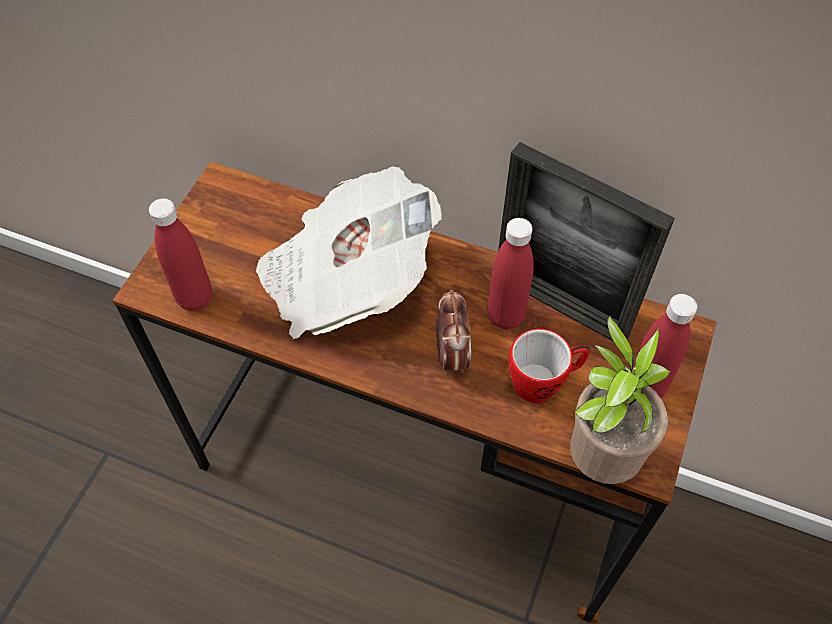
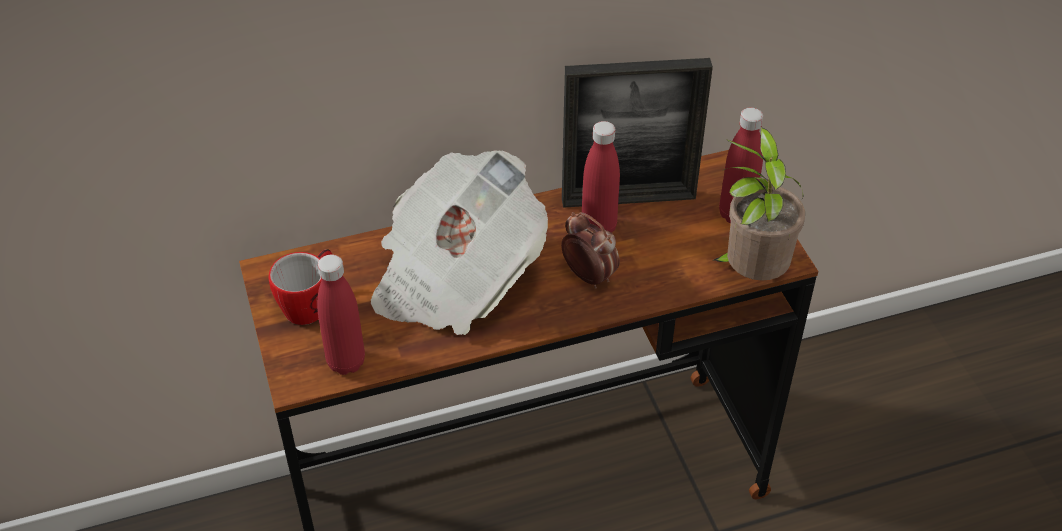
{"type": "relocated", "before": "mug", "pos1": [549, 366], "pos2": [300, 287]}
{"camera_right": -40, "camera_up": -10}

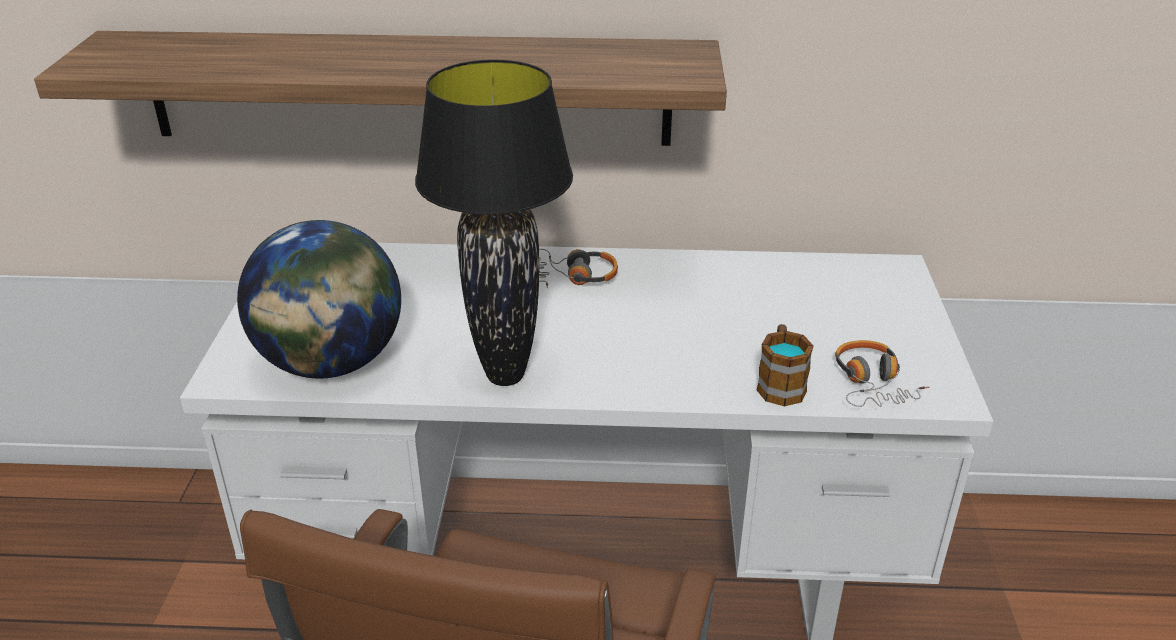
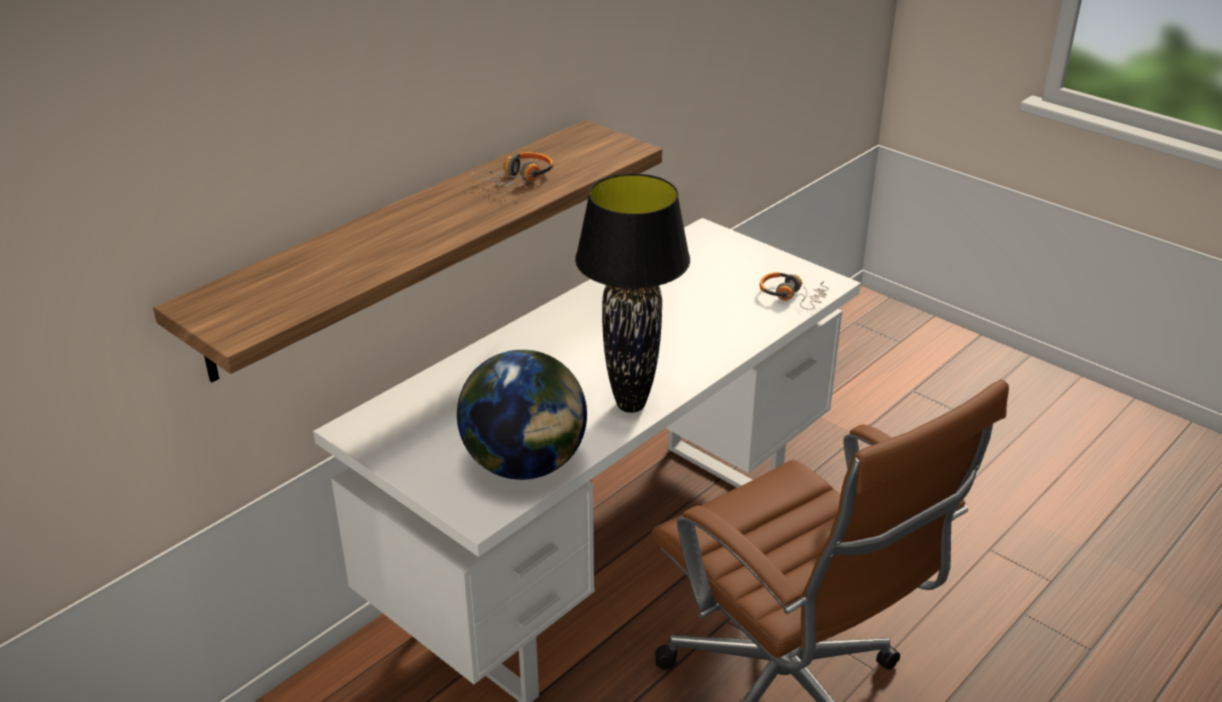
{"type": "relocated", "before": "headphones", "pos1": [578, 268], "pos2": [512, 170]}
{"type": "missing", "before": "mug", "pos1": [785, 365]}
{"camera_right": -50, "camera_up": 0}

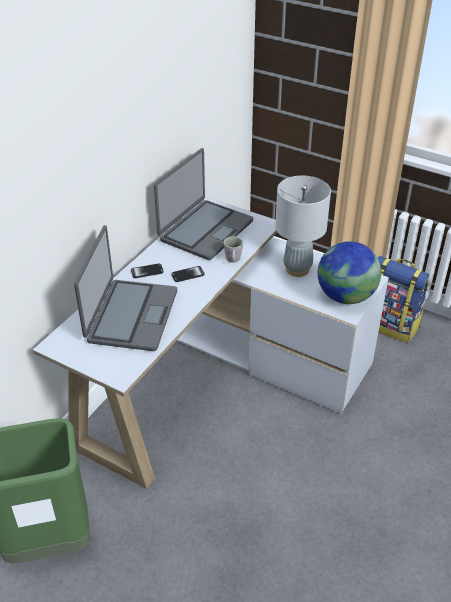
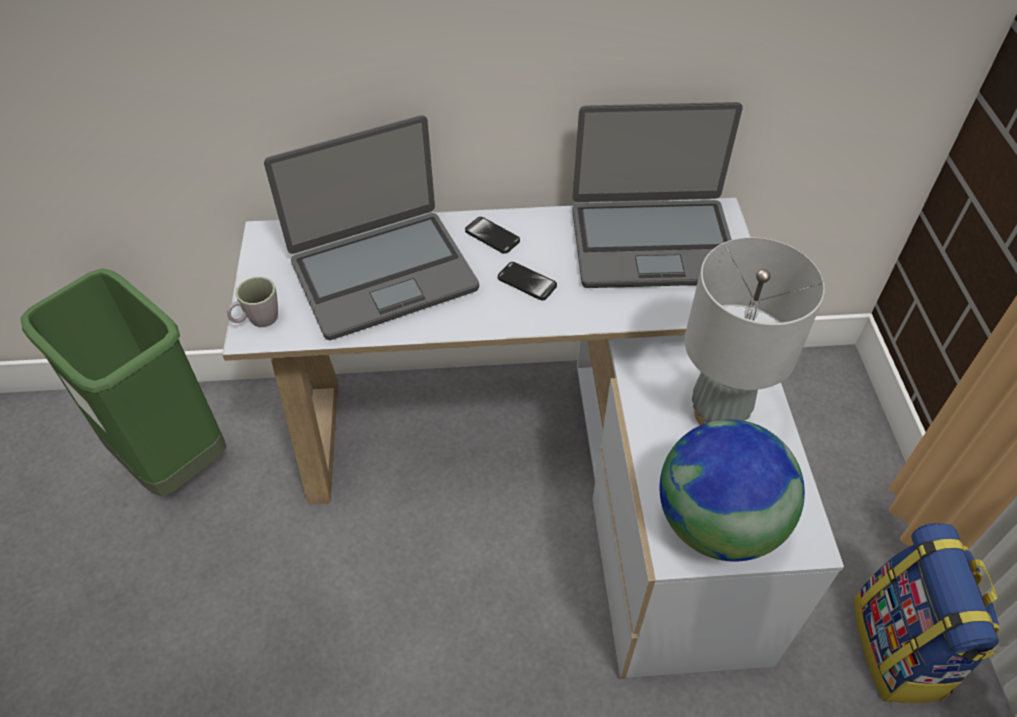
{"type": "relocated", "before": "grey mug", "pos1": [233, 249], "pos2": [252, 302]}
{"camera_right": 55, "camera_up": 10}

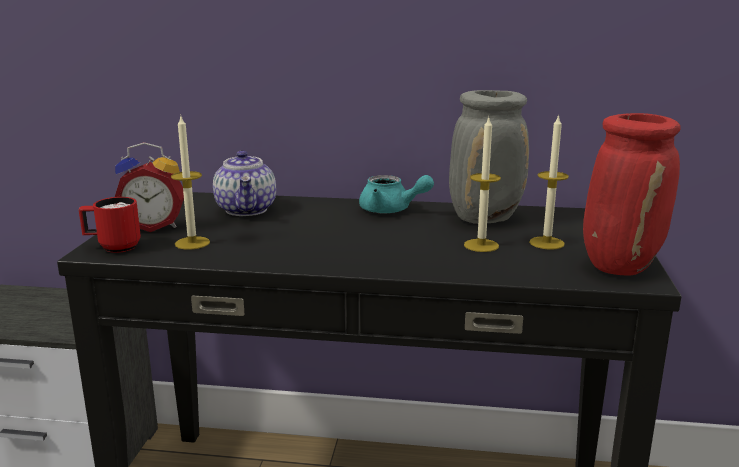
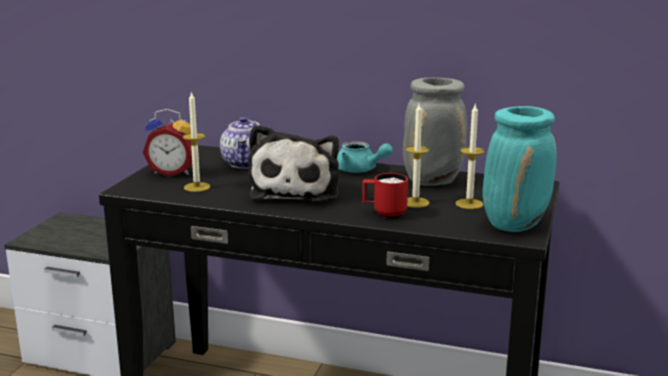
{"type": "appeared", "after": "plush toy", "pos2": [293, 163]}
{"type": "relocated", "before": "red mug", "pos1": [110, 225], "pos2": [385, 196]}
{"type": "colour", "before": "red vase", "after": "turquoise vase", "pos1": [632, 194], "pos2": [520, 169]}
{"camera_right": 10, "camera_up": 0}

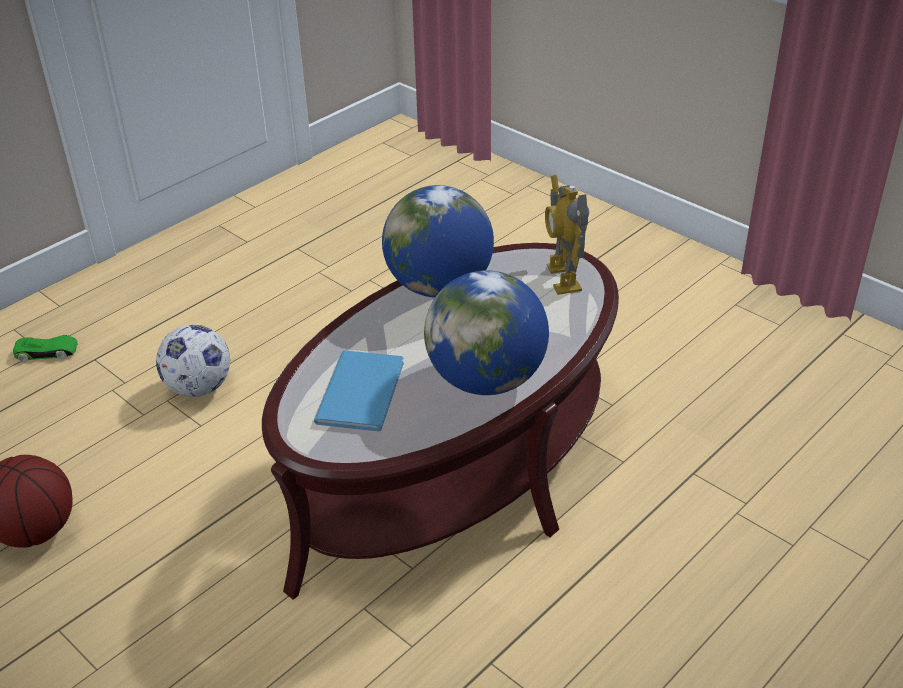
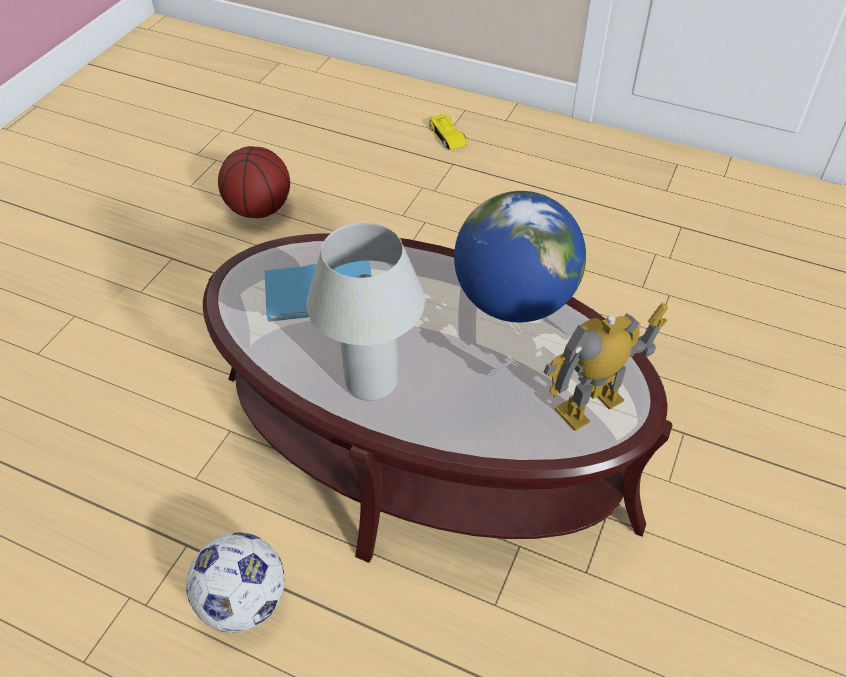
{"type": "relocated", "before": "football", "pos1": [193, 361], "pos2": [235, 582]}
{"type": "exchanged", "before": "globe", "after": "white table lamp", "pos1": [486, 332], "pos2": [366, 311]}
{"type": "colour", "before": "green toy car", "after": "yellow toy car", "pos1": [45, 348], "pos2": [448, 132]}
{"camera_right": 70, "camera_up": 10}

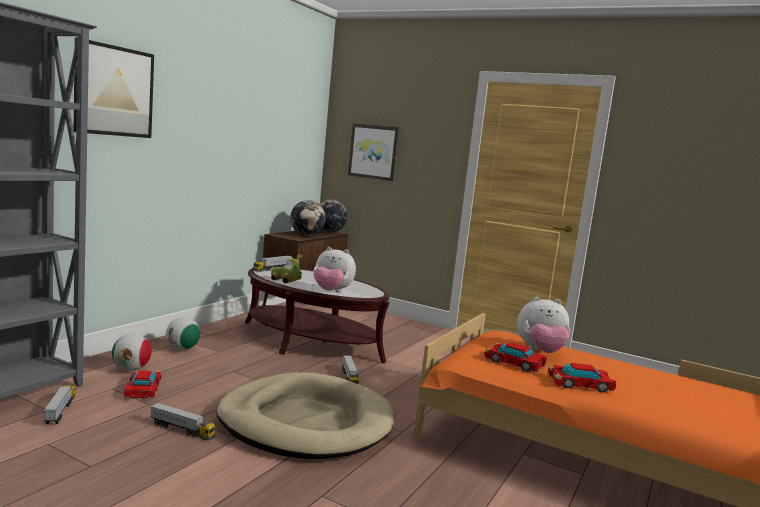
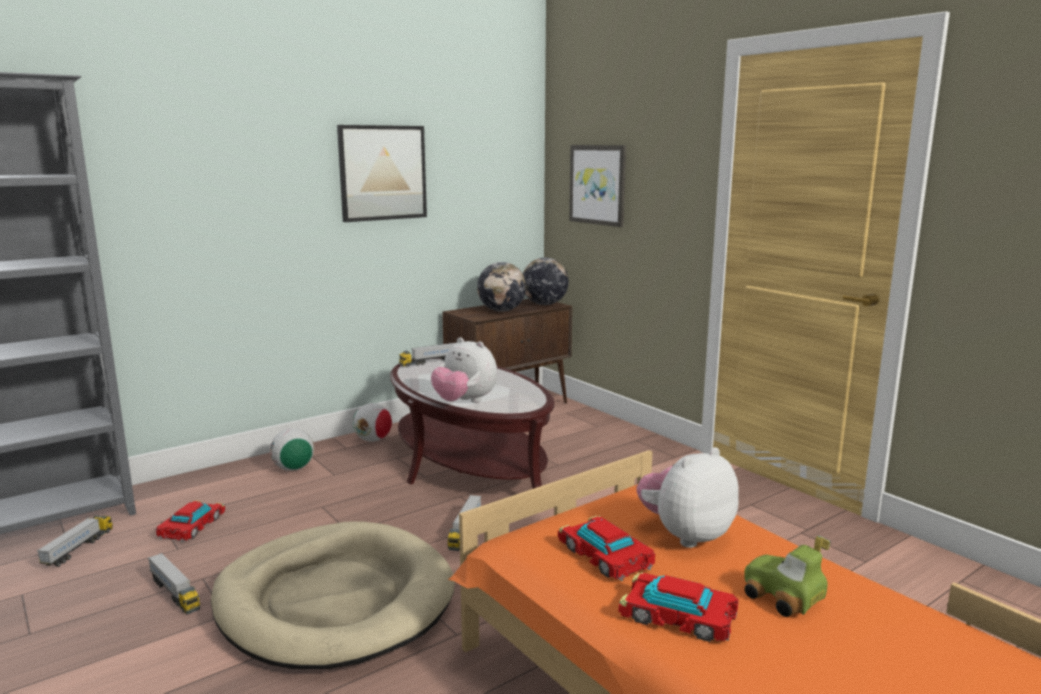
{"type": "relocated", "before": "picture", "pos1": [114, 87], "pos2": [382, 173]}
{"type": "relocated", "before": "football", "pos1": [132, 352], "pos2": [372, 422]}
{"type": "spun", "before": "plush toy", "pos1": [544, 325], "pos2": [687, 497], "turn": 120}
{"type": "relocated", "before": "toy car", "pos1": [286, 268], "pos2": [787, 576]}
{"camera_right": 25, "camera_up": 5}

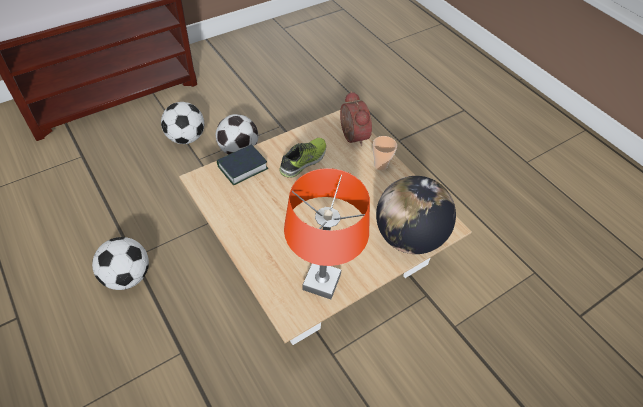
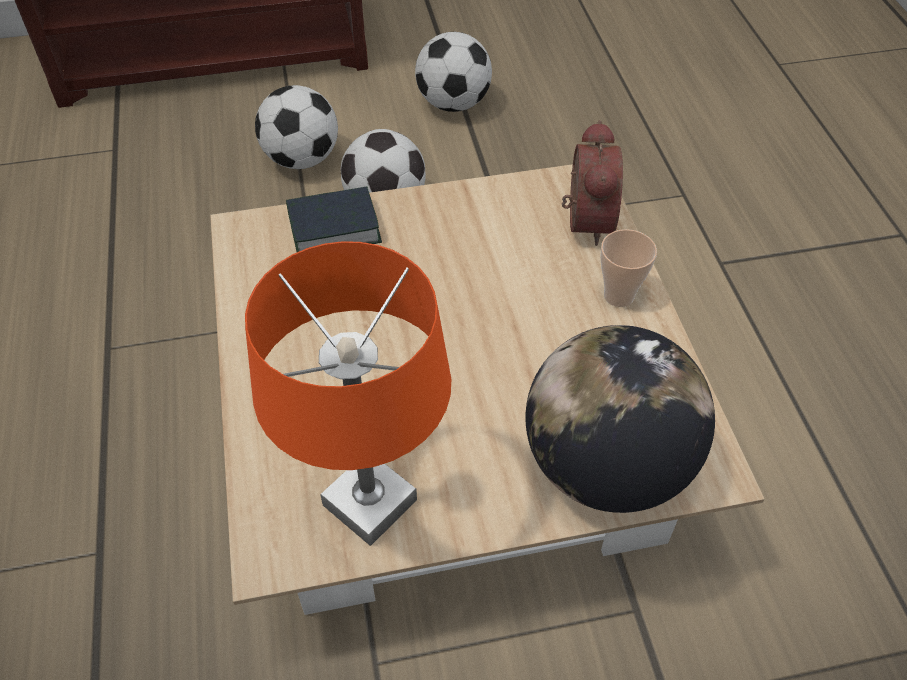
{"type": "relocated", "before": "football", "pos1": [120, 263], "pos2": [453, 72]}
{"type": "missing", "before": "shoe", "pos1": [302, 157]}
{"camera_right": 25, "camera_up": 0}

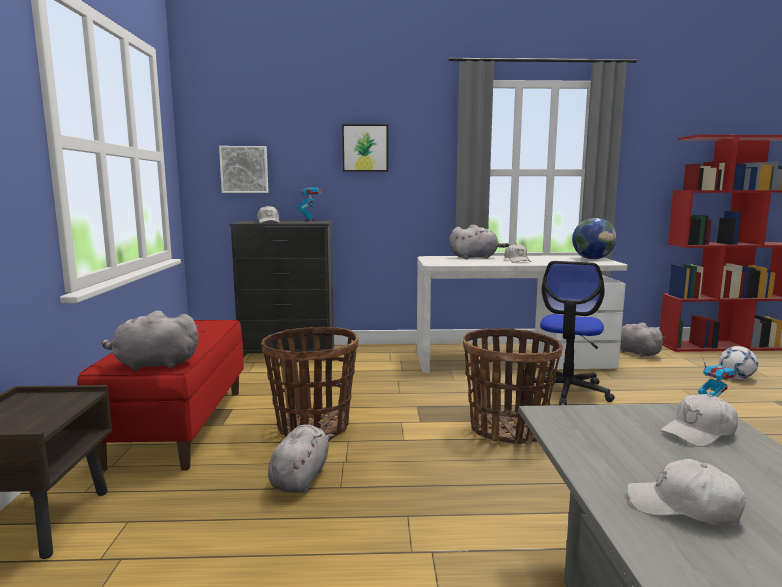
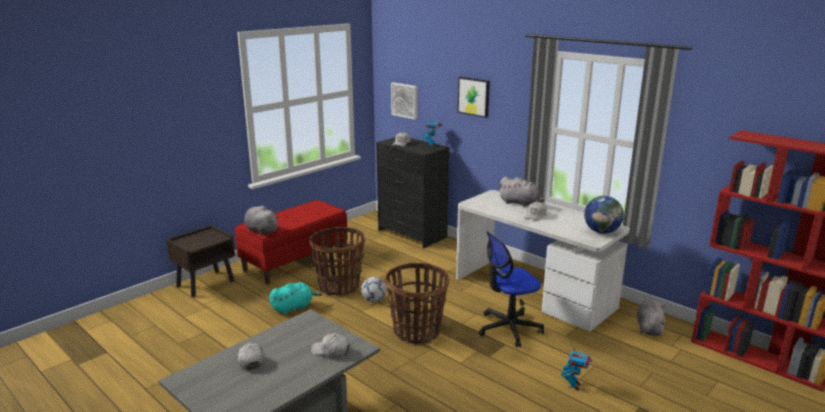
{"type": "colour", "before": "grey plush toy", "after": "turquoise plush toy", "pos1": [301, 458], "pos2": [295, 298]}
{"type": "relocated", "before": "football", "pos1": [738, 362], "pos2": [373, 289]}
{"camera_right": 45, "camera_up": 10}

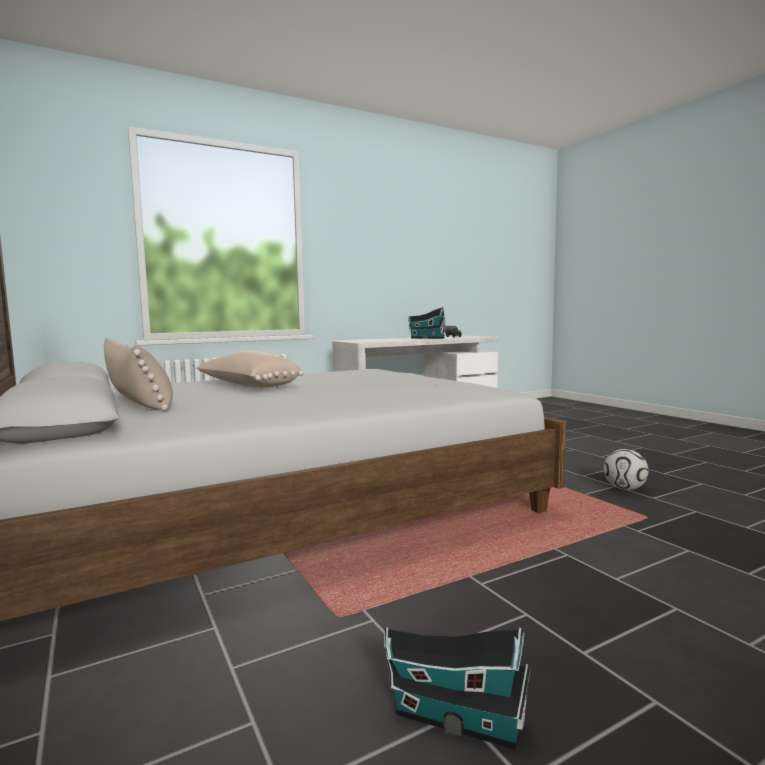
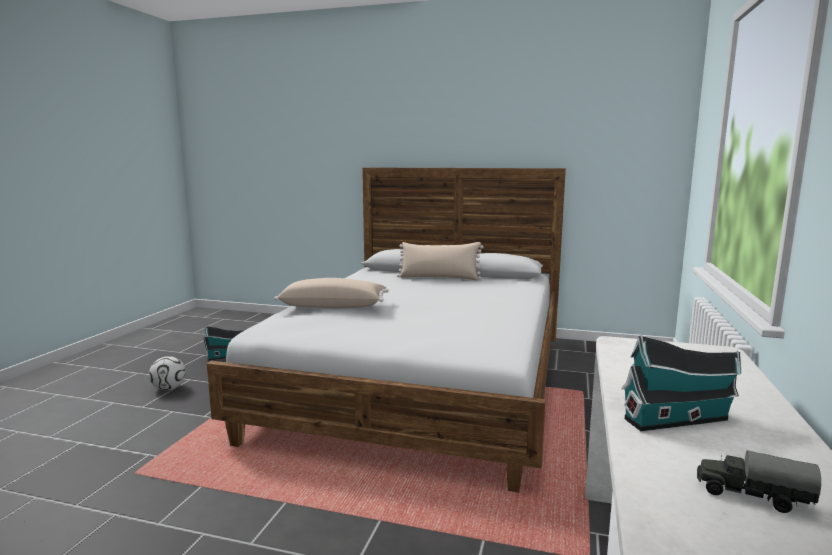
{"type": "relocated", "before": "football", "pos1": [626, 469], "pos2": [167, 373]}
{"type": "relocated", "before": "beige pillow", "pos1": [250, 369], "pos2": [331, 293]}
{"camera_right": 135, "camera_up": 5}

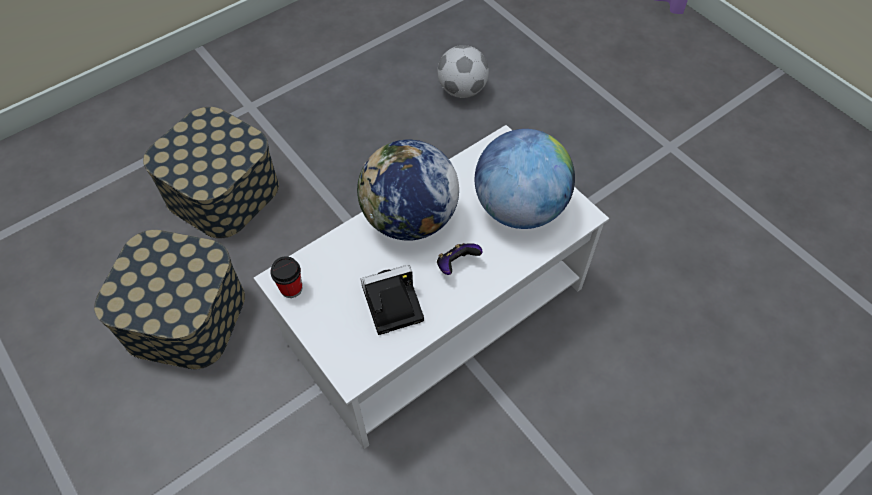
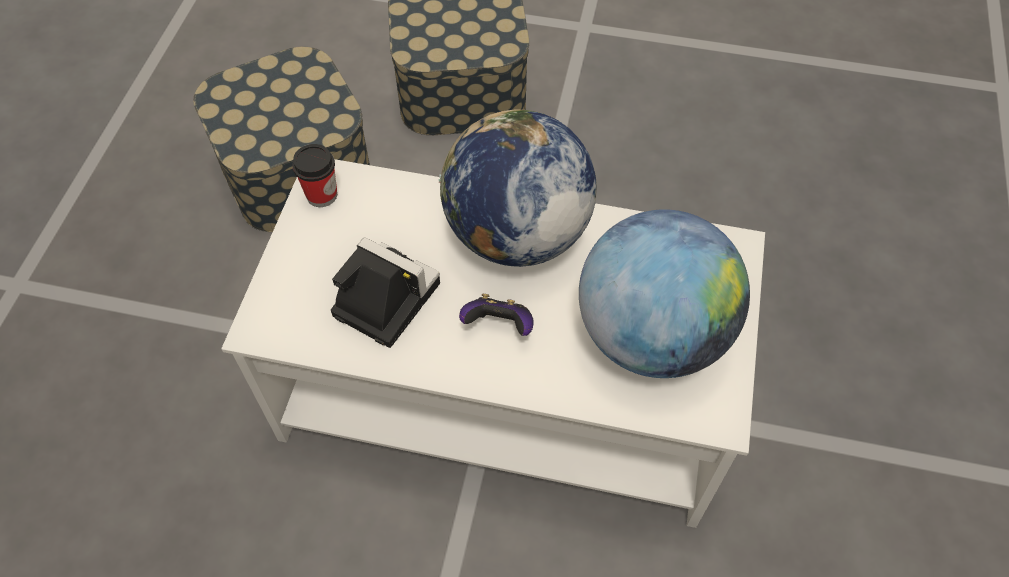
{"type": "missing", "before": "football", "pos1": [463, 71]}
{"camera_right": 50, "camera_up": 0}

